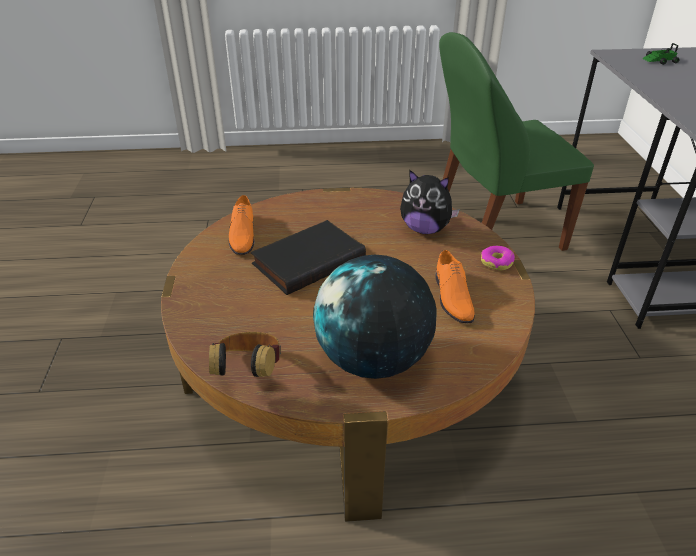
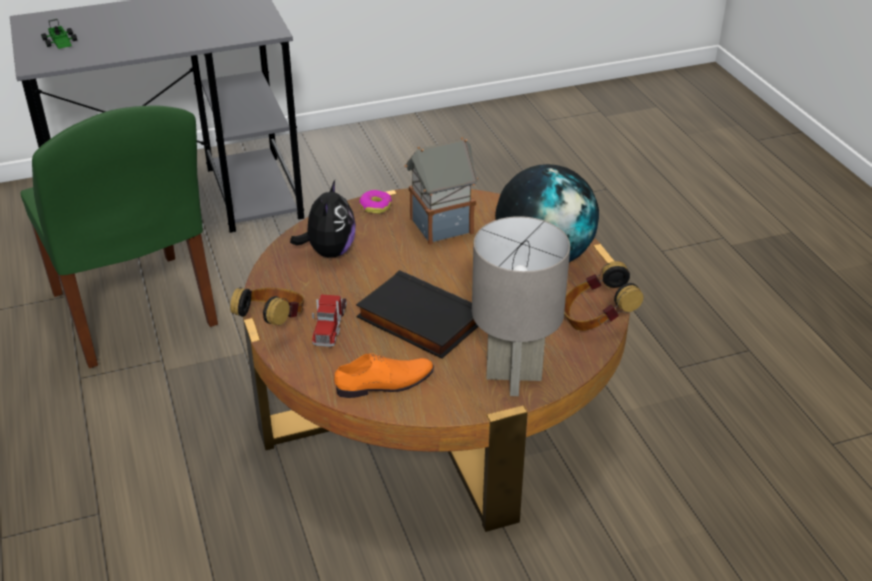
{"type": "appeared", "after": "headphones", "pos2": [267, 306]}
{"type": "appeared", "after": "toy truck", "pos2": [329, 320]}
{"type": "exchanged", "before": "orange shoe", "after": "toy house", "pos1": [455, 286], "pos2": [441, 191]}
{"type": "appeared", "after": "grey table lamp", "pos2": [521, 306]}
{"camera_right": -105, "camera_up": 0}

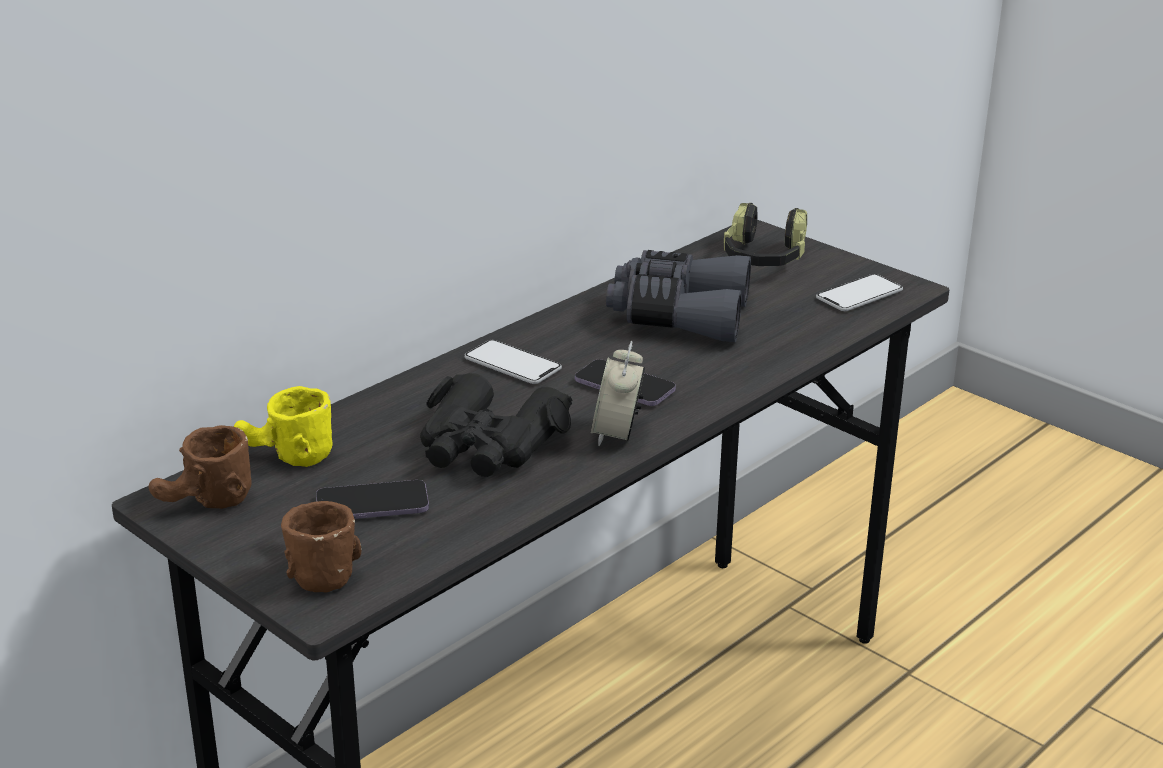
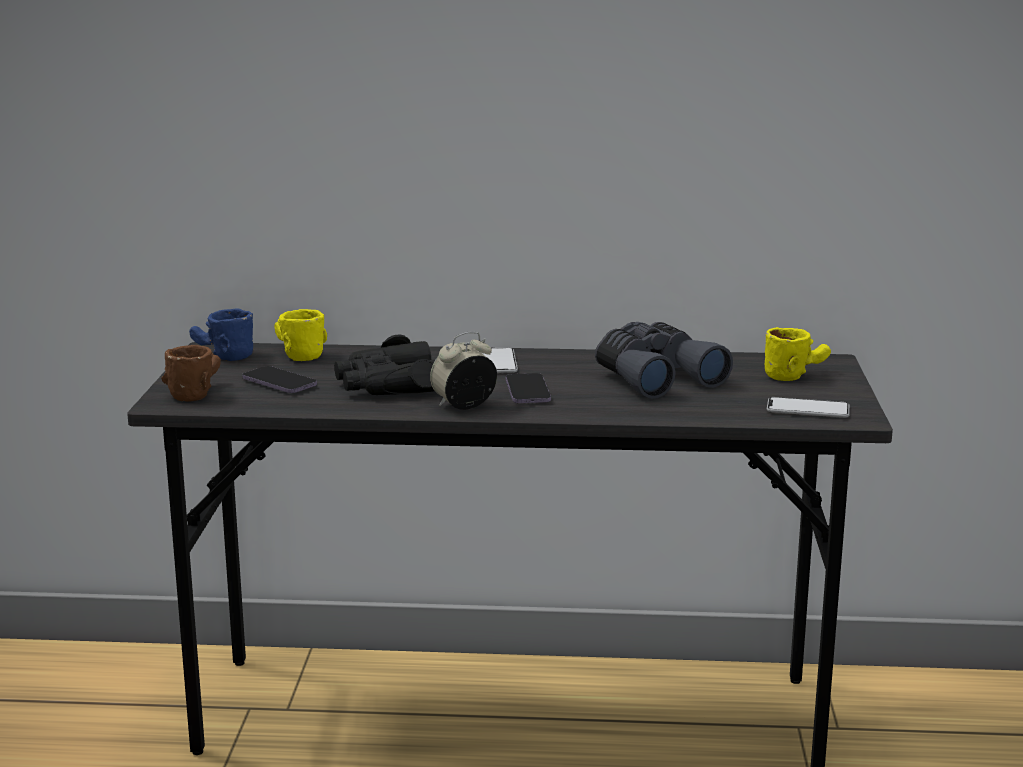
{"type": "colour", "before": "brown mug", "after": "blue mug", "pos1": [200, 467], "pos2": [221, 335]}
{"type": "exchanged", "before": "headphones", "after": "yellow mug", "pos1": [765, 234], "pos2": [798, 354]}
{"camera_right": 50, "camera_up": -10}

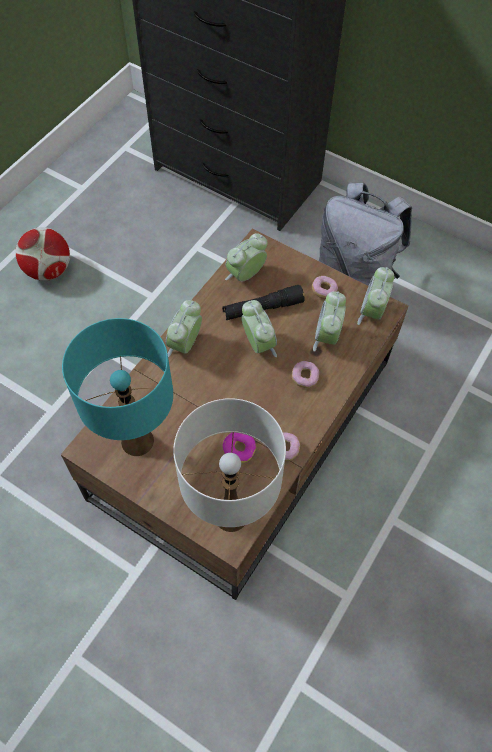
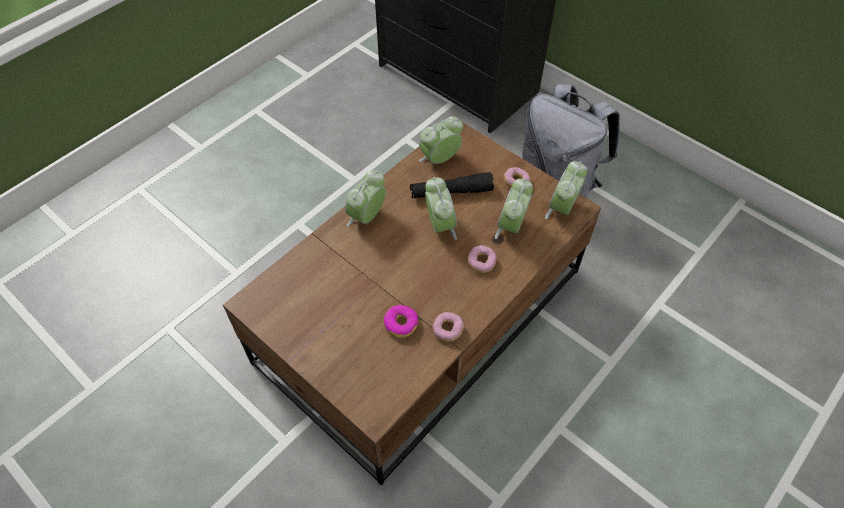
{"type": "missing", "before": "football", "pos1": [42, 254]}
{"type": "missing", "before": "turquoise table lamp", "pos1": [117, 387]}
{"type": "missing", "before": "white table lamp", "pos1": [229, 465]}
{"camera_right": 10, "camera_up": -5}

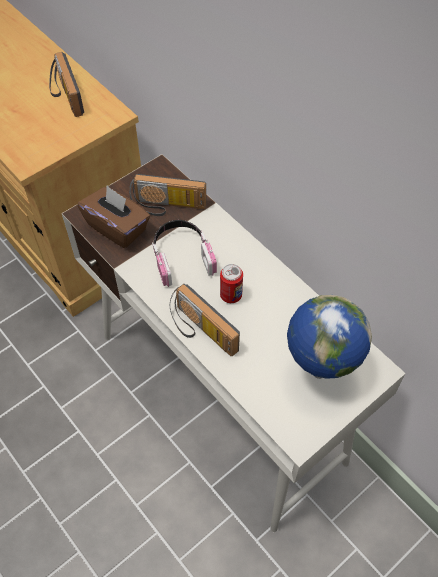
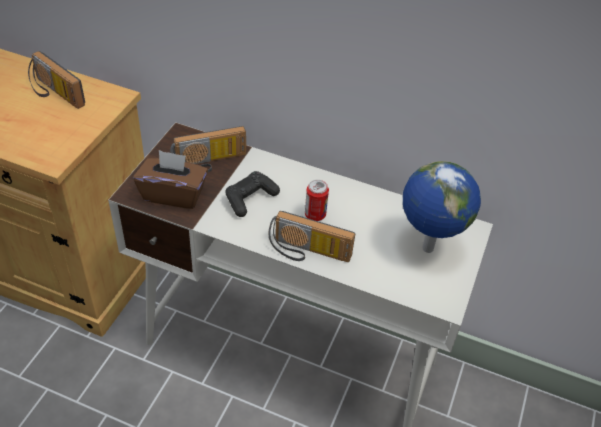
{"type": "exchanged", "before": "headphones", "after": "black game controller", "pos1": [184, 253], "pos2": [252, 194]}
{"camera_right": -30, "camera_up": -10}

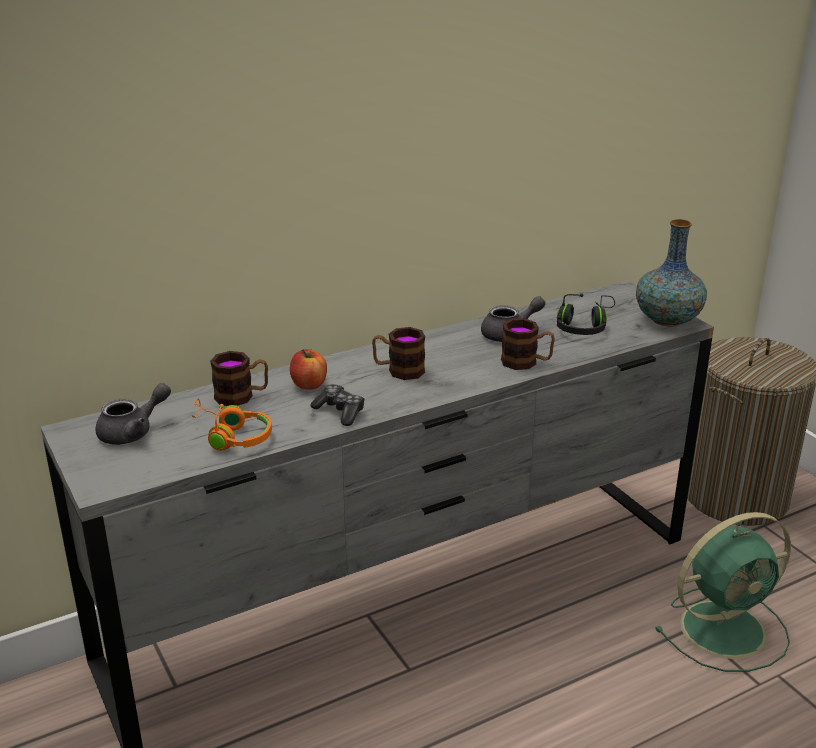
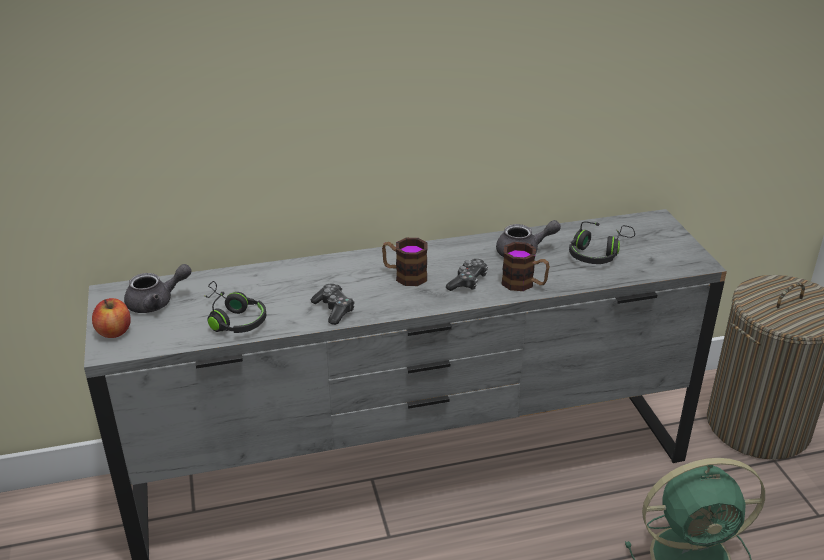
{"type": "relocated", "before": "apple", "pos1": [308, 369], "pos2": [111, 318]}
{"type": "colour", "before": "orange headphones", "after": "black headphones", "pos1": [232, 424], "pos2": [235, 307]}
{"type": "appeared", "after": "game controller", "pos2": [467, 275]}
{"type": "missing", "before": "mug", "pos1": [239, 378]}
{"type": "missing", "before": "vase", "pos1": [671, 272]}
{"camera_right": 15, "camera_up": 5}

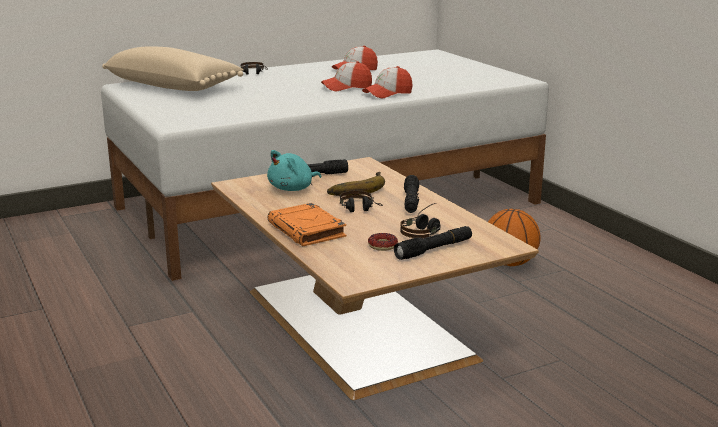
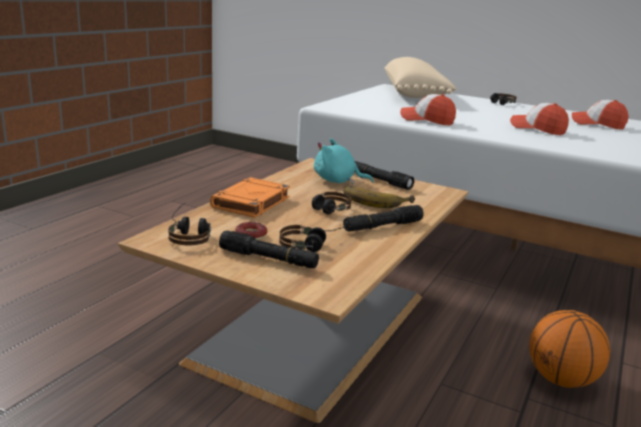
{"type": "appeared", "after": "headphones", "pos2": [189, 224]}
{"type": "relocated", "before": "cap", "pos1": [387, 82], "pos2": [428, 109]}
{"camera_right": 55, "camera_up": 0}

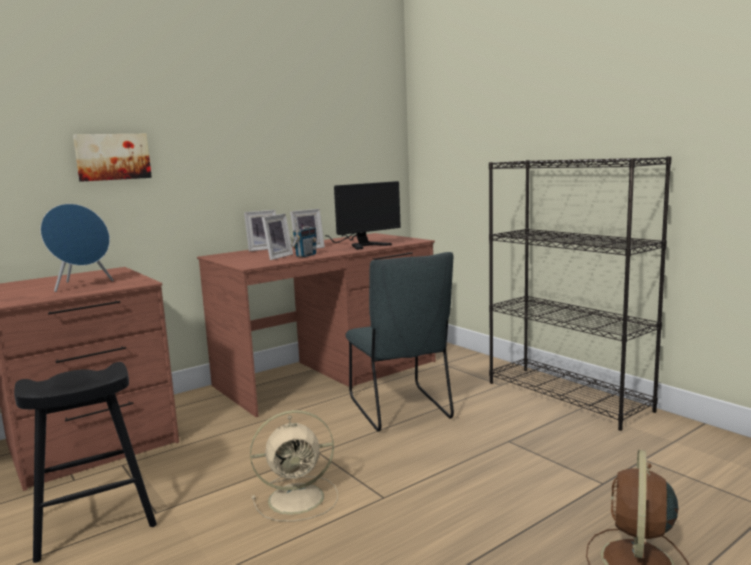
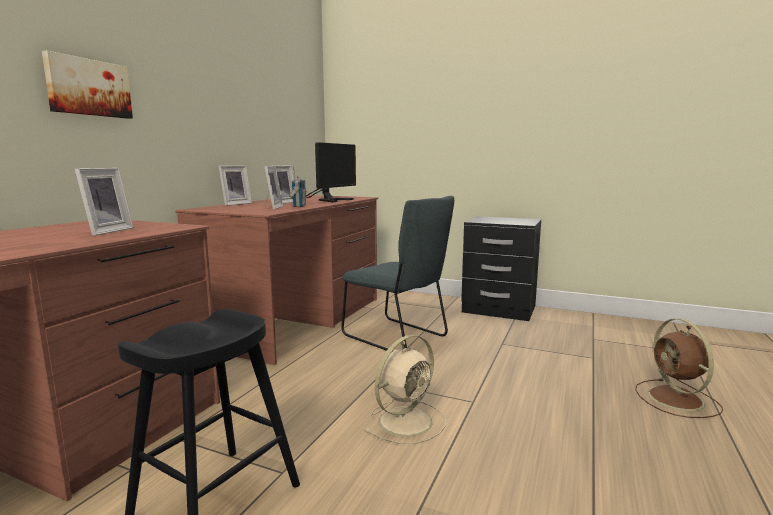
{"type": "exchanged", "before": "blue speaker", "after": "picture frame", "pos1": [76, 248], "pos2": [104, 202]}
{"type": "exchanged", "before": "black bookcase", "after": "black nightstand", "pos1": [580, 293], "pos2": [501, 268]}
{"camera_right": -30, "camera_up": 0}

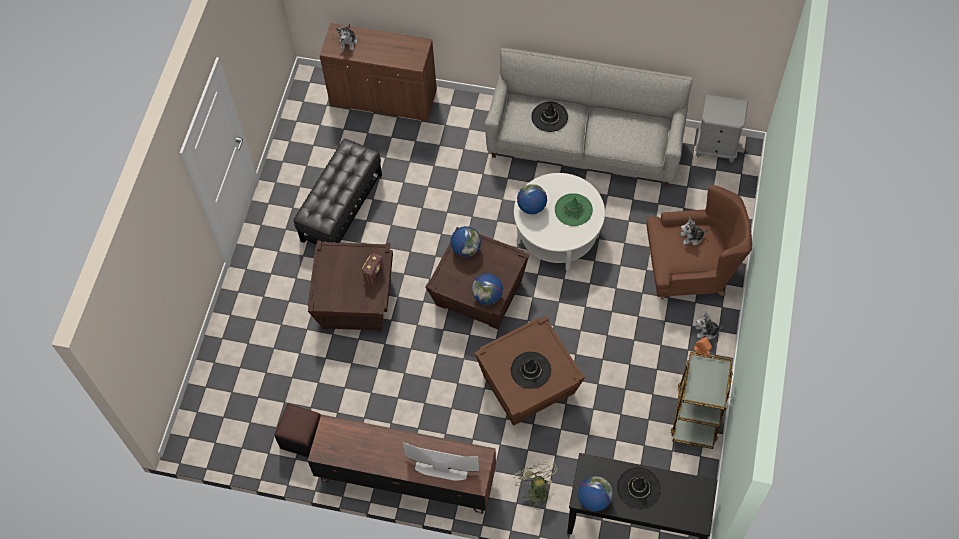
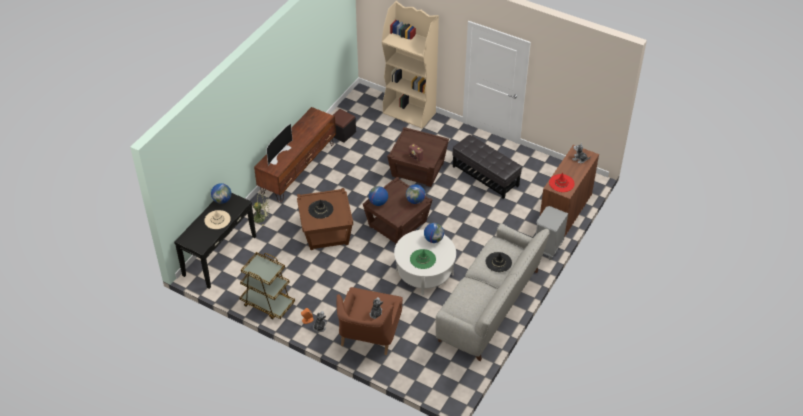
{"type": "colour", "before": "black hat", "after": "beige hat", "pos1": [639, 488], "pos2": [217, 219]}
{"type": "appeared", "after": "beige bookcase", "pos2": [410, 65]}
{"type": "relocated", "before": "grey nightstand", "pos1": [721, 129], "pos2": [552, 233]}
{"type": "appeared", "after": "red hat", "pos2": [562, 182]}
{"camera_right": 105, "camera_up": -15}

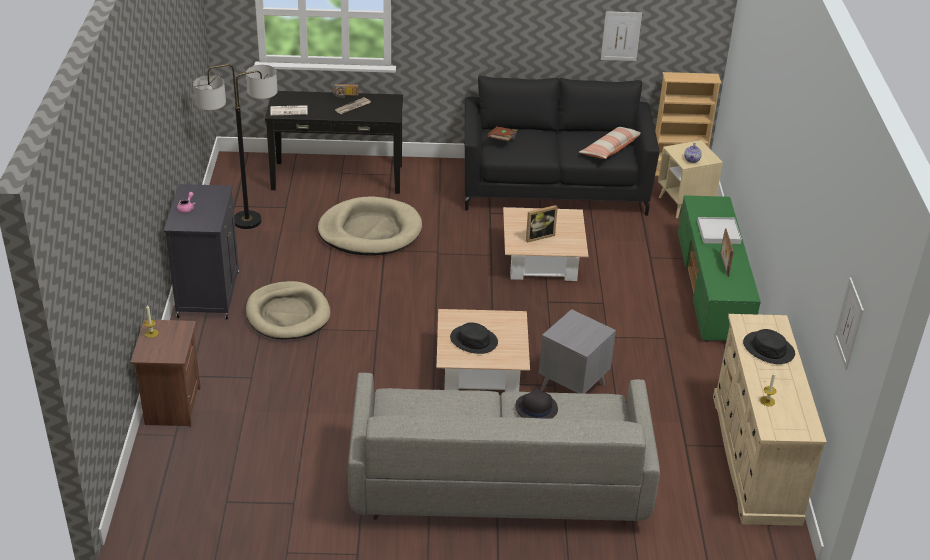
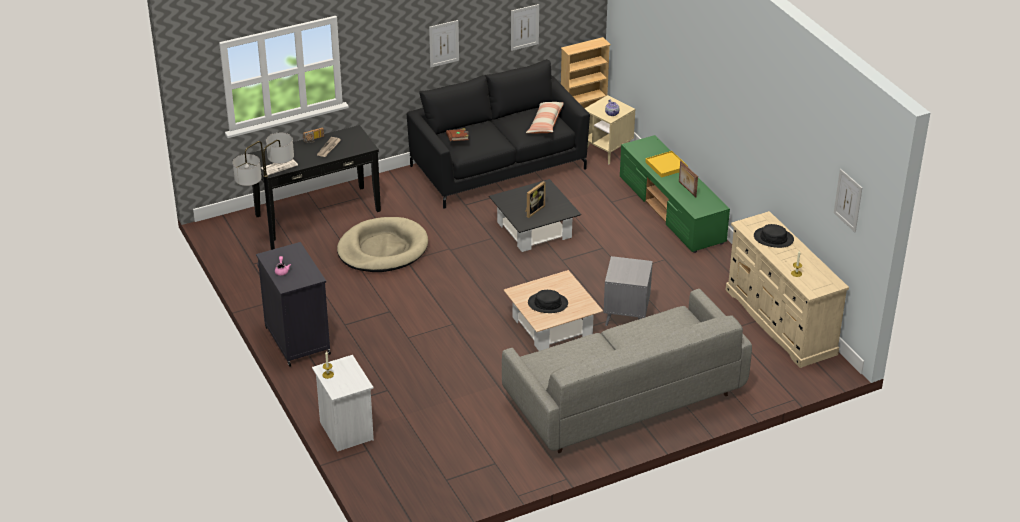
{"type": "colour", "before": "brown nightstand", "after": "white nightstand", "pos1": [165, 373], "pos2": [343, 403]}
{"type": "appeared", "after": "picture", "pos2": [444, 43]}
{"type": "colour", "before": "beige coffee table", "after": "black coffee table", "pos1": [546, 244], "pos2": [535, 215]}
{"type": "colour", "before": "white tray", "after": "yellow tray", "pos1": [719, 230], "pos2": [667, 164]}
{"type": "missing", "before": "beige dog bed", "pos1": [288, 310]}
{"type": "missing", "before": "black hat", "pos1": [536, 403]}
{"camera_right": -25, "camera_up": 0}

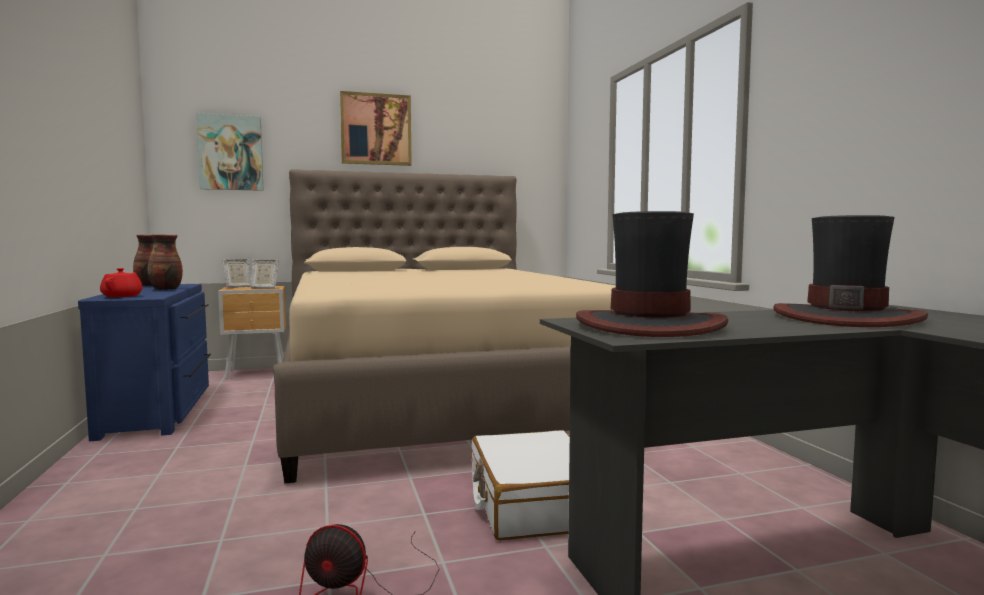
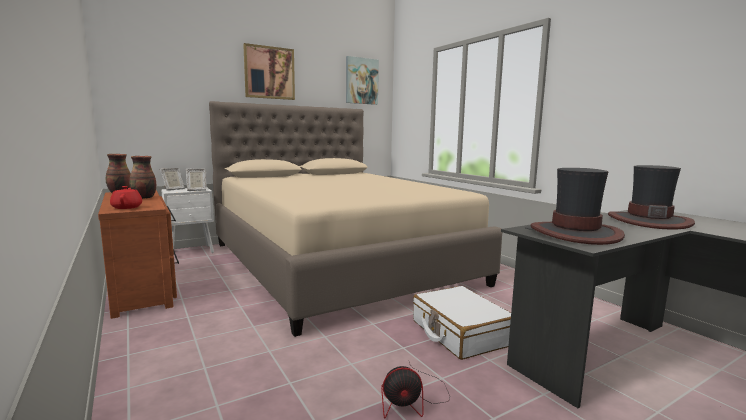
{"type": "colour", "before": "blue dresser", "after": "brown dresser", "pos1": [144, 362], "pos2": [138, 254]}
{"type": "colour", "before": "brown nightstand", "after": "white nightstand", "pos1": [252, 332], "pos2": [187, 221]}
{"type": "relocated", "before": "picture", "pos1": [229, 152], "pos2": [362, 80]}
{"camera_right": -15, "camera_up": 5}

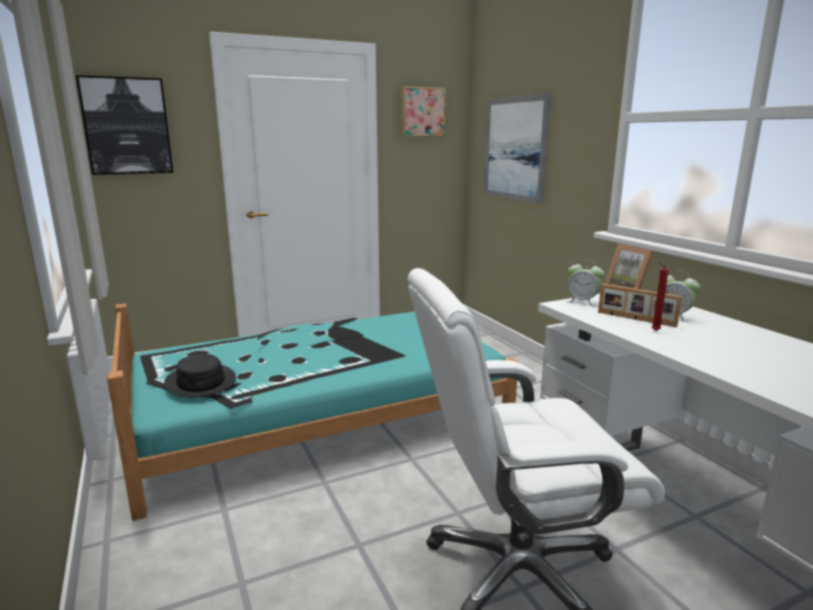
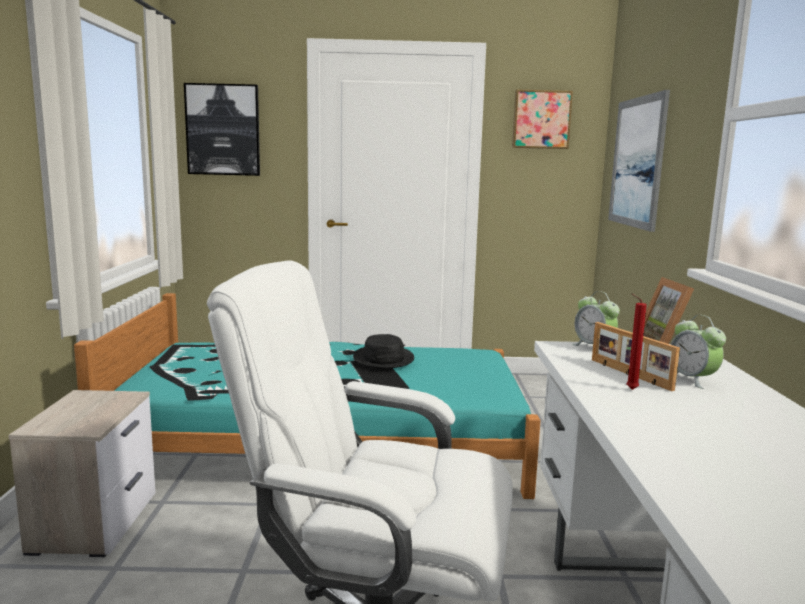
{"type": "appeared", "after": "nightstand", "pos2": [82, 473]}
{"type": "relocated", "before": "black hat", "pos1": [200, 376], "pos2": [383, 351]}
{"camera_right": 25, "camera_up": -5}

